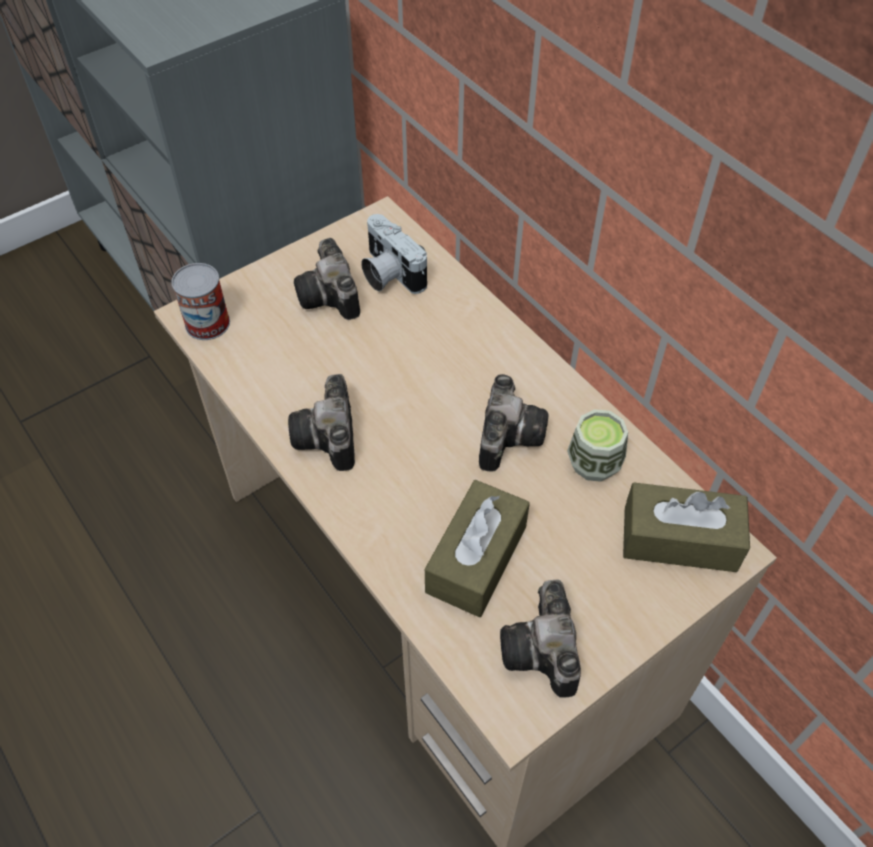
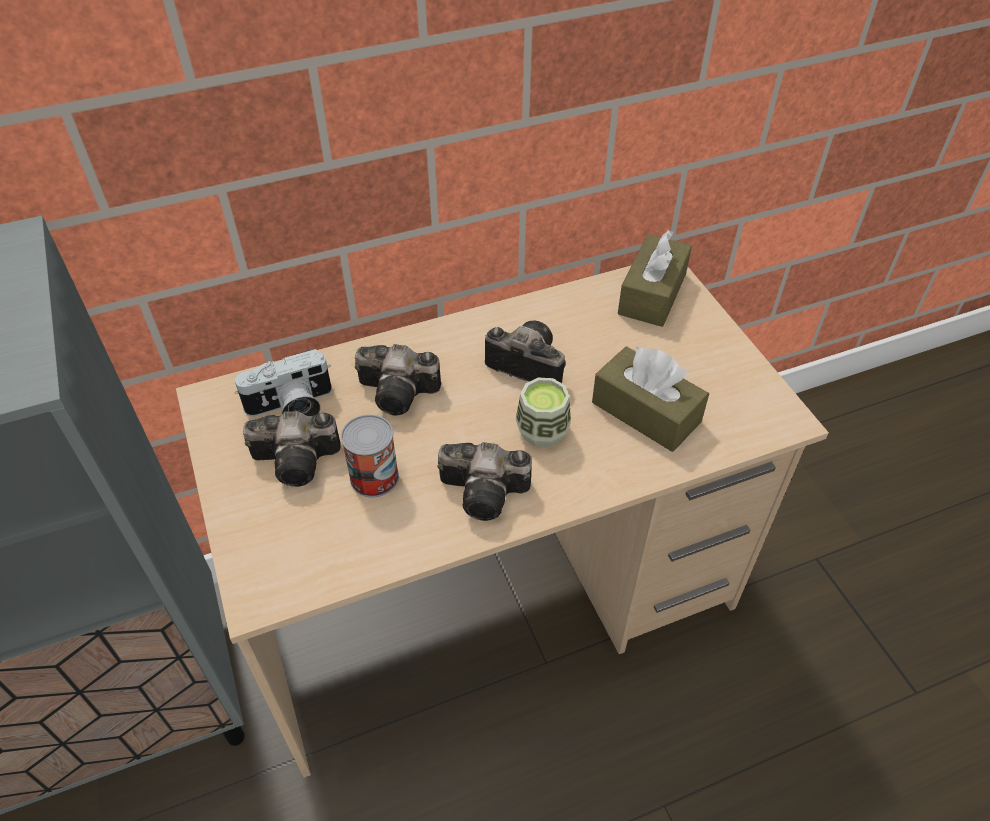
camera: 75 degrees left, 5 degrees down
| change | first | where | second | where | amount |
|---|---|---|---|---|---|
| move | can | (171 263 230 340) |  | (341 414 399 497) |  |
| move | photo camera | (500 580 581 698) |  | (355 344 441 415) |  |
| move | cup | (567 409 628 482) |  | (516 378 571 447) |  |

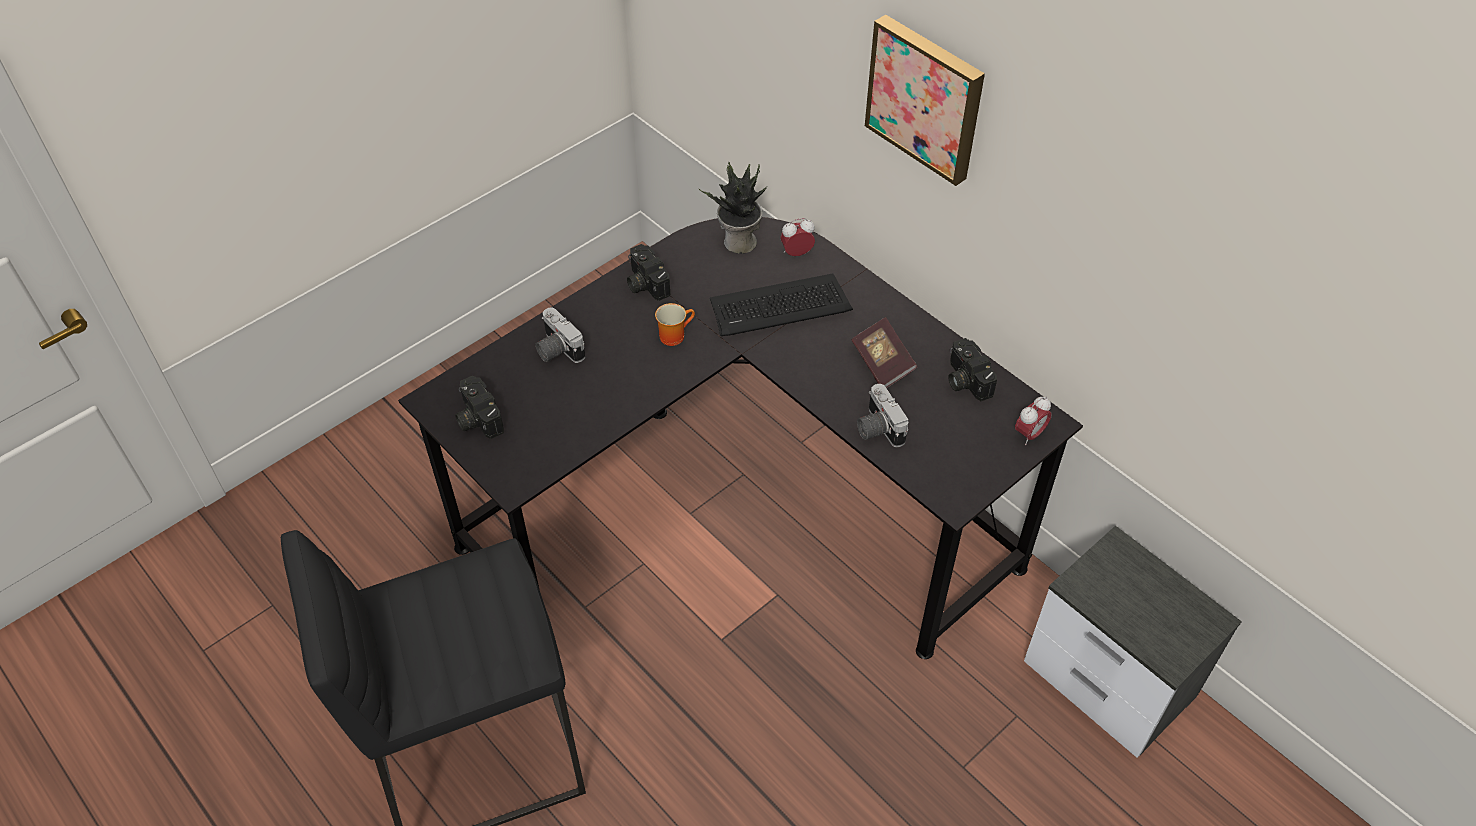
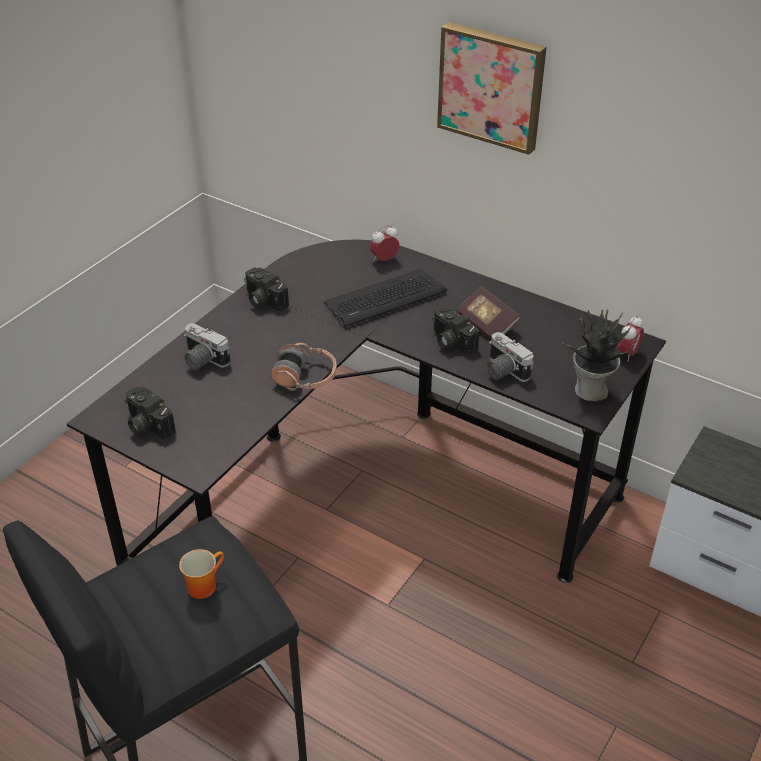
camera: 15 degrees left, 10 degrees down
| change | first | where | second | where | amount |
|---|---|---|---|---|---|
| insert |  |  | headphones | (271 343 337 391) |  |
| move | mug | (655 303 695 346) |  | (179 549 224 599) |  |
| move | potted plant | (699 162 768 254) |  | (561 309 631 402) |  |
| move | photo camera | (948 338 997 401) |  | (432 306 479 354) |  |

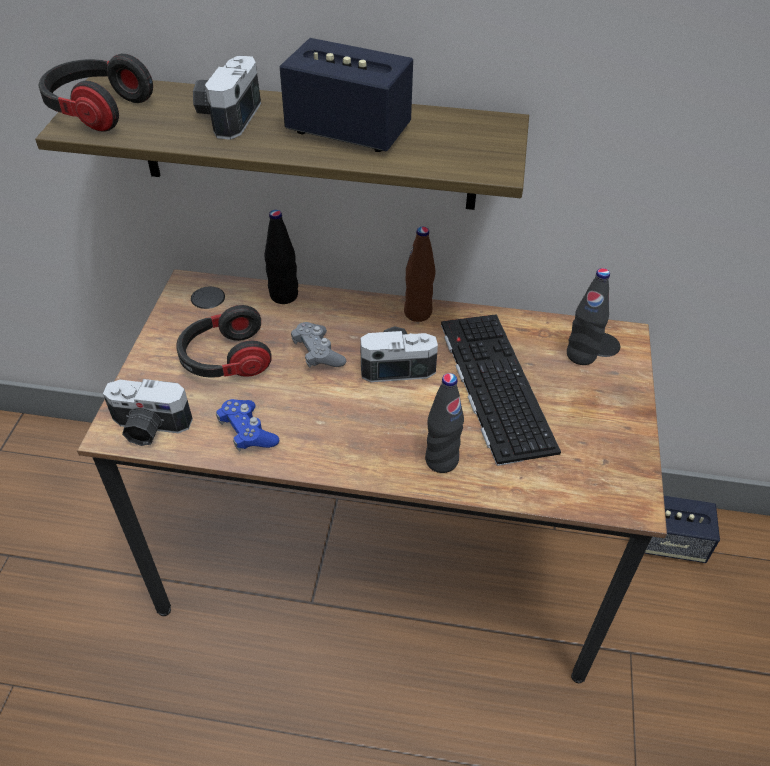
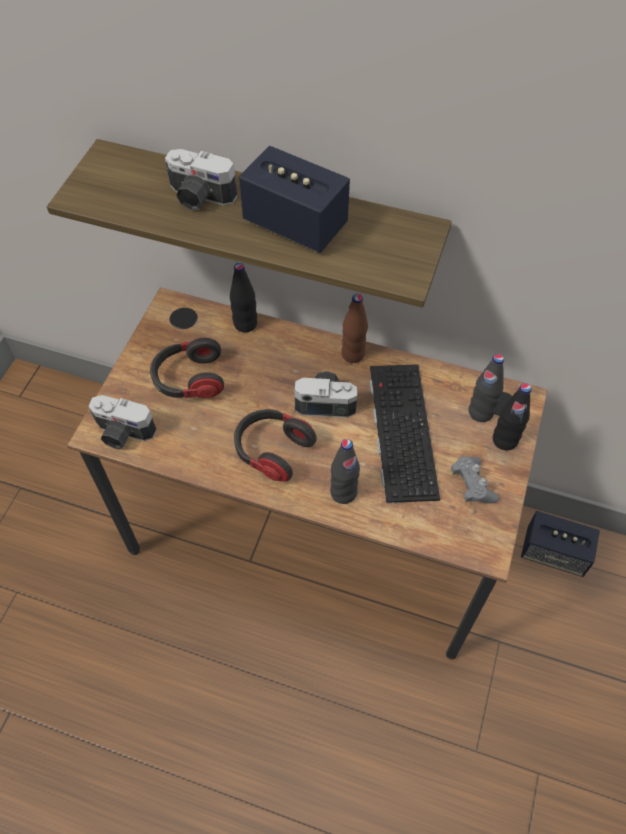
camera: 10 degrees right, 10 degrees up
| change | first | where | second | where | amount |
|---|---|---|---|---|---|
| delete | blue game controller | (216 399 279 451) |  |  |  |
| insert |  |  | black bottle | (493 383 531 450) |  |
| move | headphones | (39 54 153 132) |  | (234 409 317 482) |  |
| move | grey game controller | (291 322 346 368) |  | (451 456 499 504) |  |
| rotate | photo camera | (193 55 261 140) |  | (165 149 237 210) | 90 degrees counterclockwise |

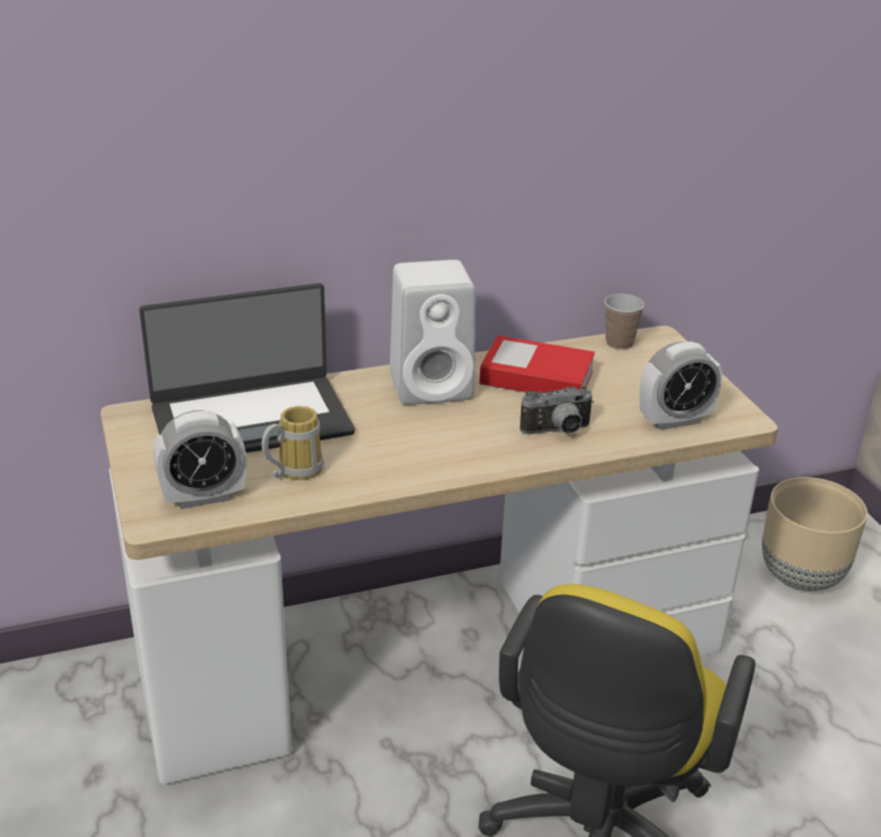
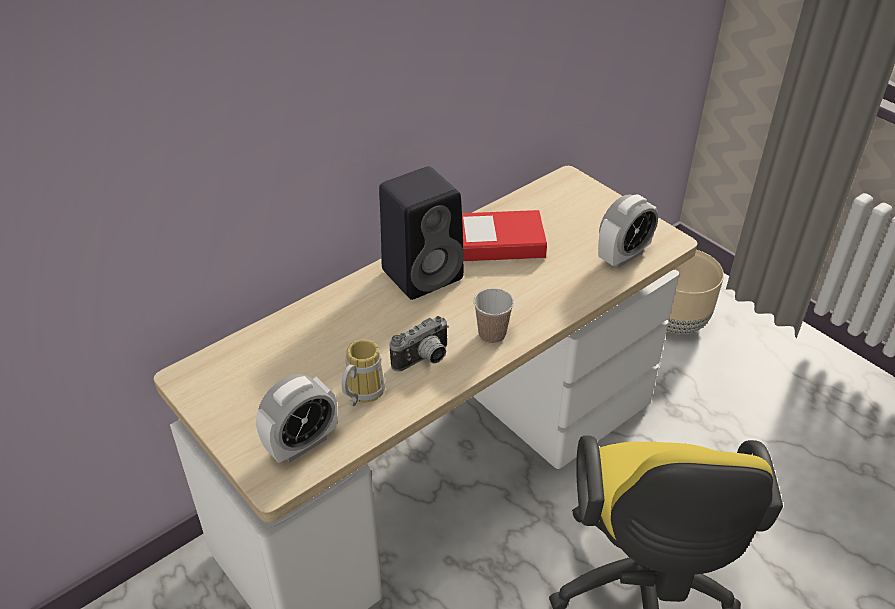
camera: 20 degrees left, 10 degrees up
| change | first | where | second | where | amount |
|---|---|---|---|---|---|
| delete | laptop | (139 283 355 453) |  |  |  |
| move | photo camera | (520 386 594 434) |  | (390 316 449 372) |  |
| move | cup | (604 294 645 350) |  | (474 288 514 344) |  |
| recolor | white speaker | (390 260 475 405) | black speaker | (379 166 464 300) |  |

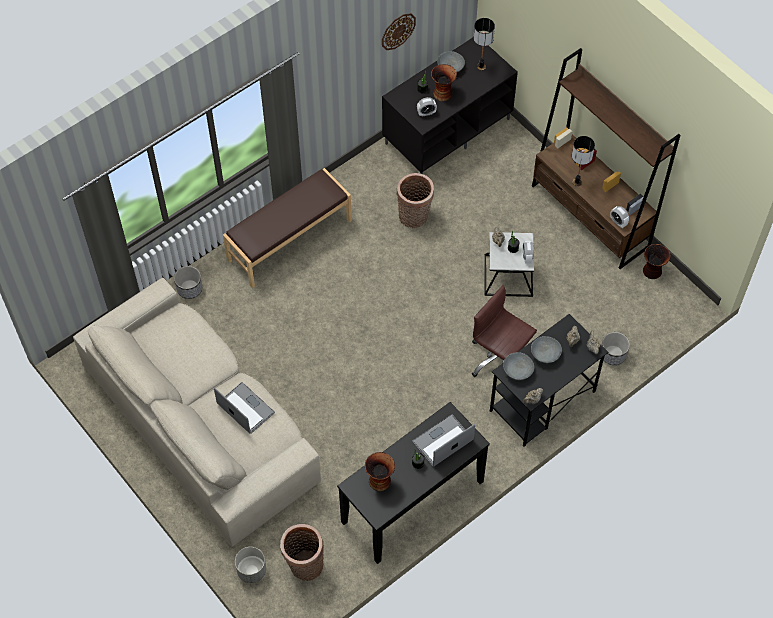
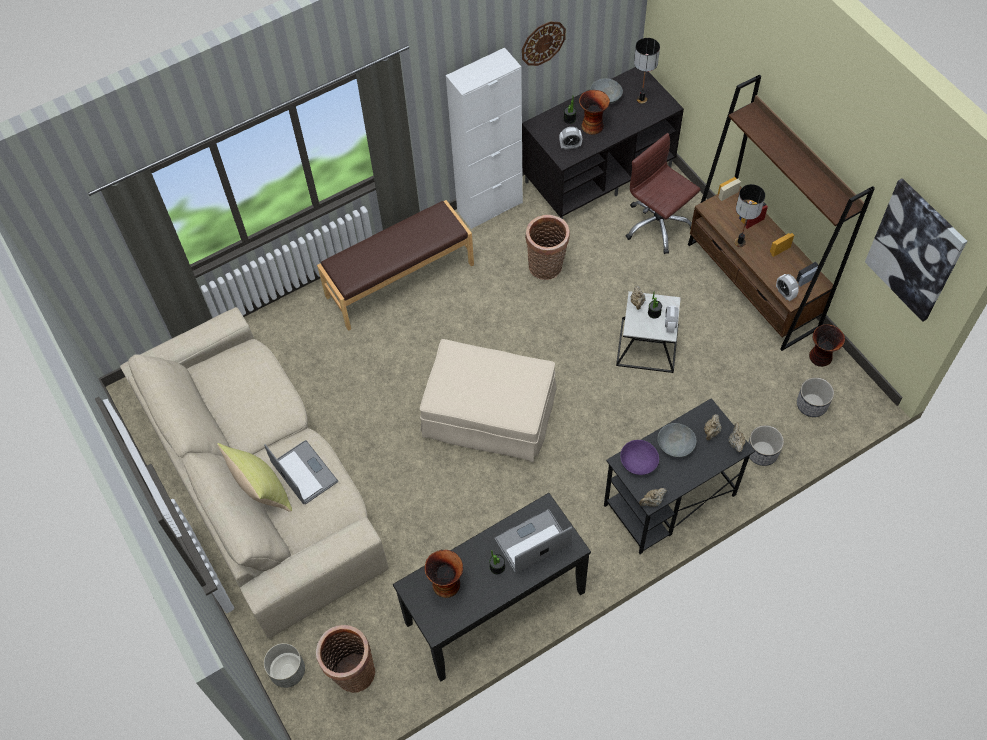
camera: 10 degrees right, 0 degrees up
| change | first | where | second | where | amount |
|---|---|---|---|---|---|
| insert |  |  | yellow pillow | (217 443 292 512) |  |
| insert |  |  | beige ottoman | (420 339 556 463) |  |
| insert |  |  | white cabinet | (446 47 523 229) |  |
| insert |  |  | picture | (865 178 967 322) |  |
| move | planter | (174 266 202 299) |  | (797 377 834 417) |  |
| move | brown office chair | (472 285 537 377) |  | (626 133 700 254) |  |
| recolor | grey bowl | (503 352 534 380) | purple bowl | (620 440 659 475) |  |

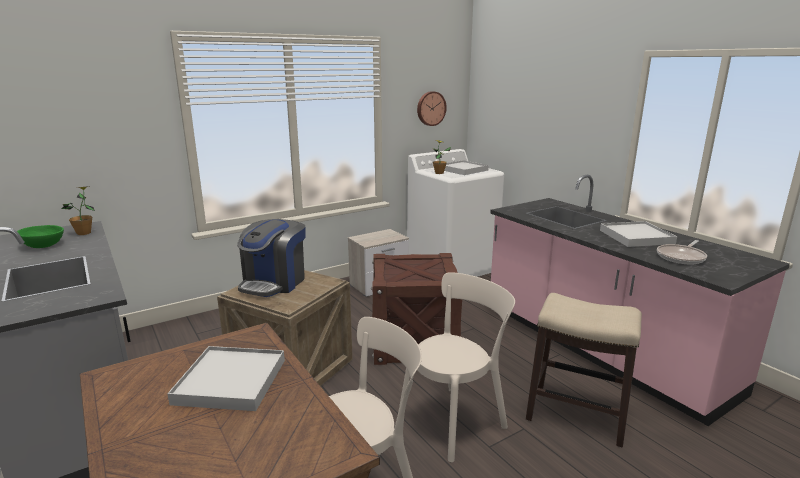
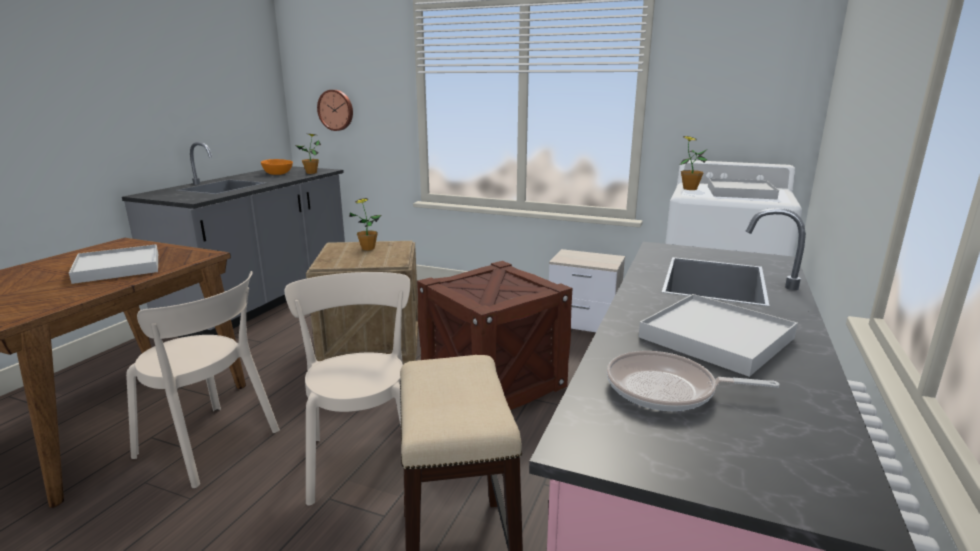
camera: 55 degrees right, 0 degrees up
| change | first | where | second | where | amount |
|---|---|---|---|---|---|
| move | wall clock | (417 91 447 126) |  | (317 90 353 131) |  |
| replace | coffee machine | (237 219 306 297) | potted plant | (350 198 381 251) |  |
| recolor | green bowl | (17 225 64 248) | orange bowl | (261 159 293 175) |  |
| rotate | beige chair | (398 272 515 462) |  | (285 272 411 506) | 120 degrees counterclockwise |

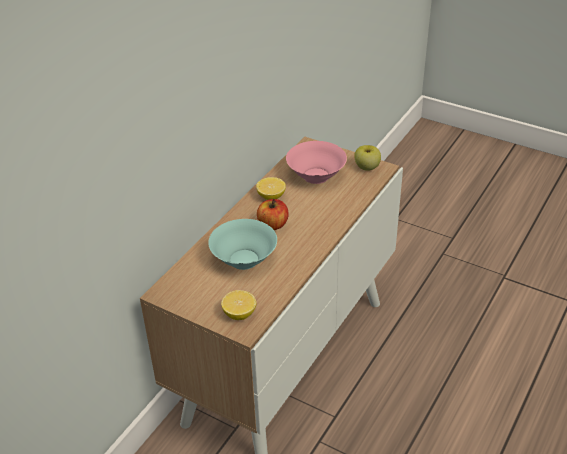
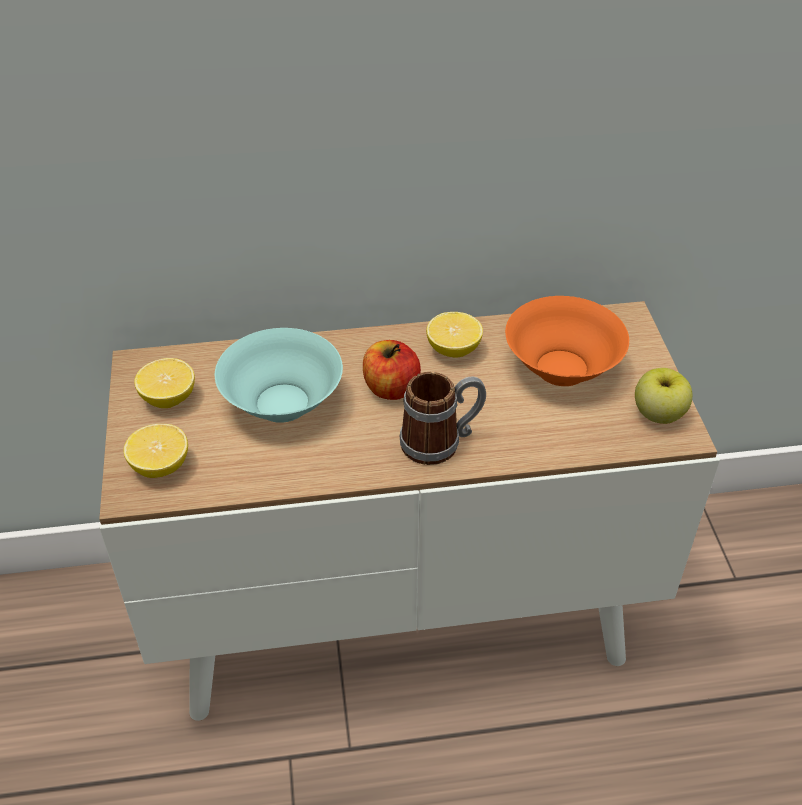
camera: 50 degrees right, 5 degrees up
| change | first | where | second | where | amount |
|---|---|---|---|---|---|
| insert |  |  | lemon | (134 358 195 408) |  |
| insert |  |  | mug | (400 372 486 465) |  |
| recolor | pink bowl | (286 141 347 184) | orange bowl | (505 296 629 386) |  |

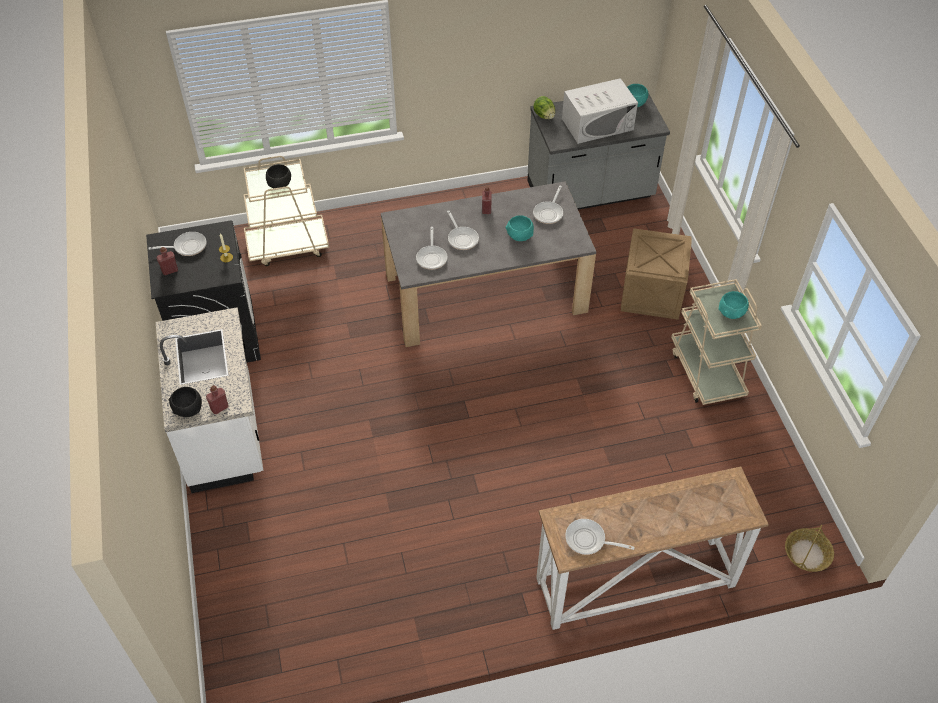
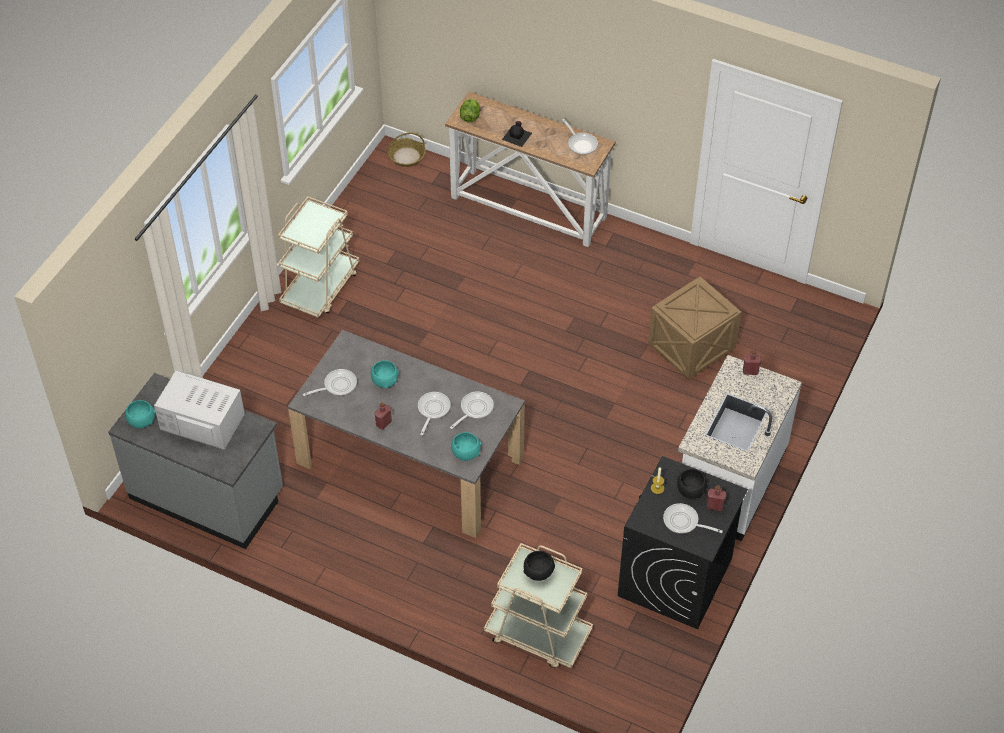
camera: 140 degrees left, 0 degrees up
| change | first | where | second | where | amount |
|---|---|---|---|---|---|
| insert |  |  | black bottle | (502 121 532 147) |  |
| move | black bowl | (169 387 202 417) |  | (677 469 707 499) |  |
| move | lettuce | (533 96 555 119) |  | (460 98 480 123) |  |
| move | crate | (621 228 692 320) |  | (648 277 741 379) |  |
| move | turquoise bowl | (719 291 749 319) |  | (451 432 482 461) |  |

